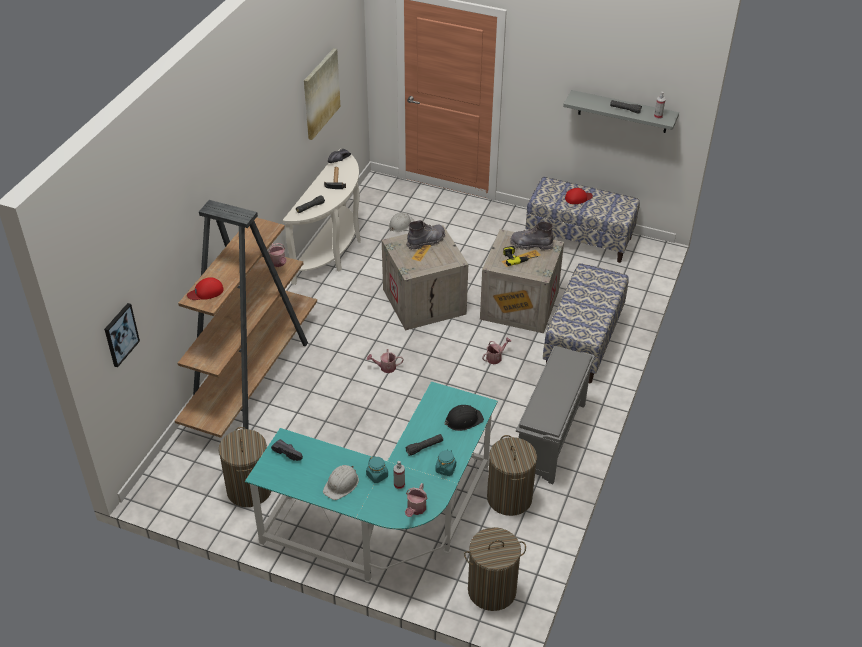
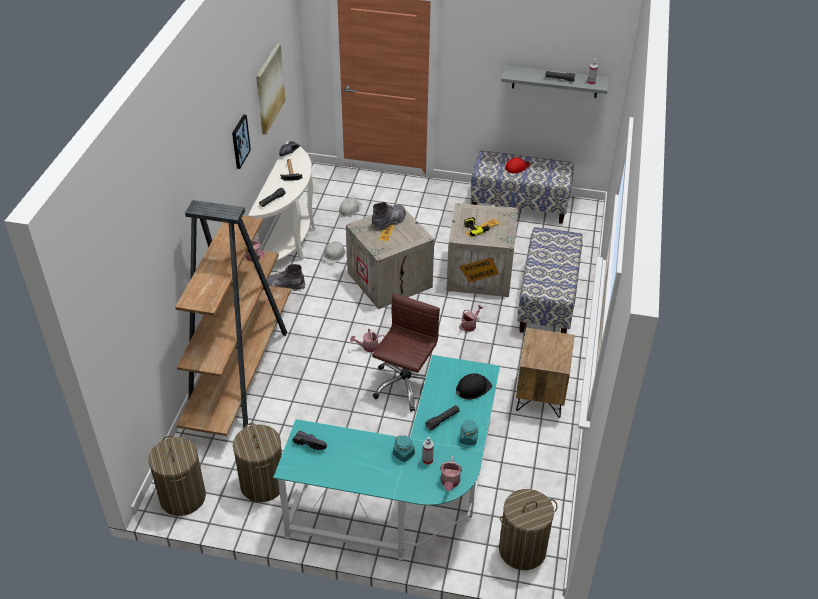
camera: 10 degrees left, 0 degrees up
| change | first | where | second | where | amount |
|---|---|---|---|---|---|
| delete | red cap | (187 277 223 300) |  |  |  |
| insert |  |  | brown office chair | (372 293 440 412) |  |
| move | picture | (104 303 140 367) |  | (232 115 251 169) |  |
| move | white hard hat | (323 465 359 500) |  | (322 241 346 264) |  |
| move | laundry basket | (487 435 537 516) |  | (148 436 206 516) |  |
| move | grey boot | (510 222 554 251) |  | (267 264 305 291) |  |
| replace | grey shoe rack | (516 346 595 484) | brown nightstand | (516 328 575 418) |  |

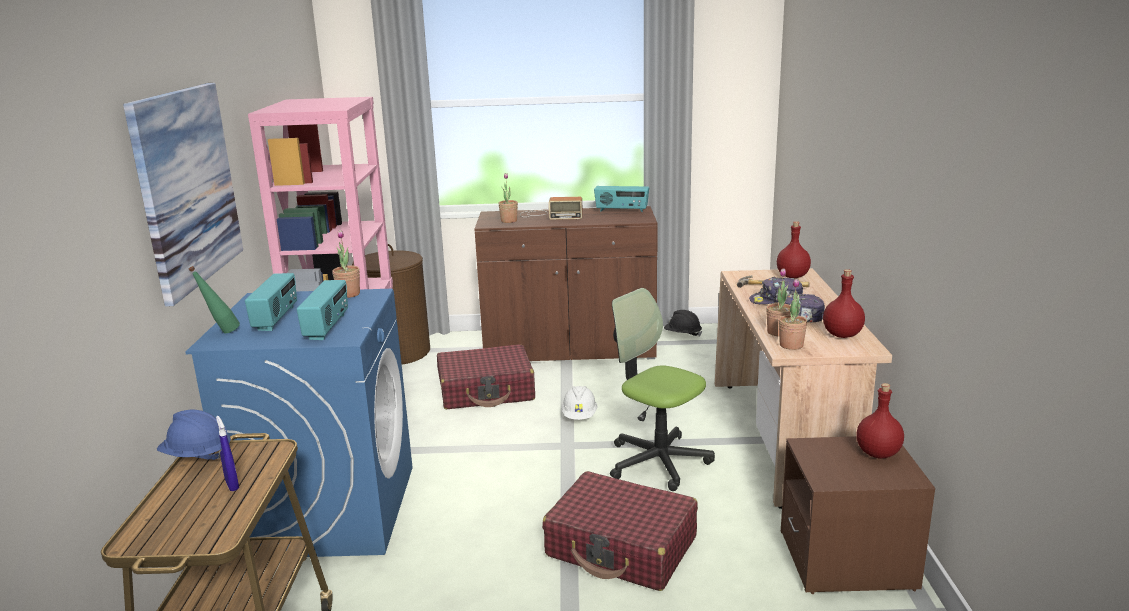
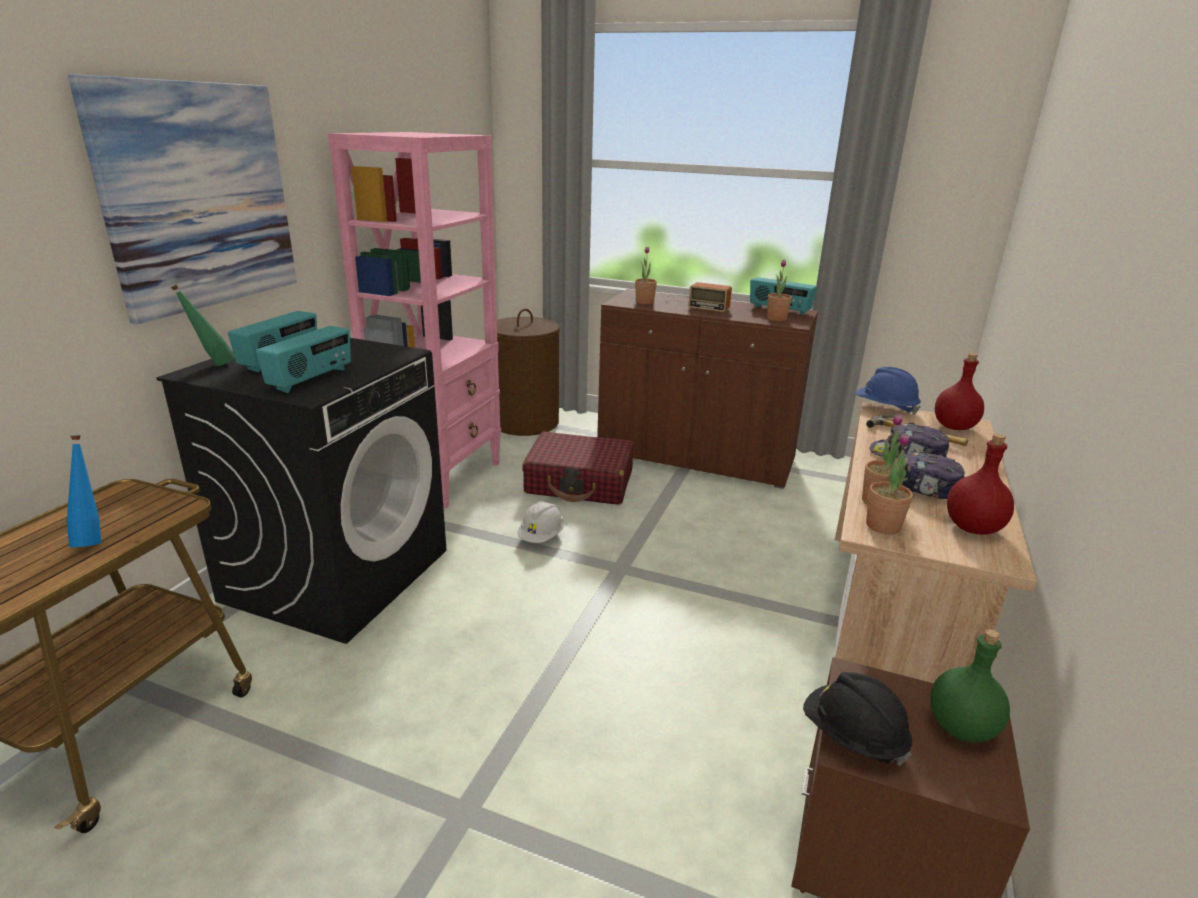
camera: 20 degrees right, 5 degrees up
| change | first | where | second | where | amount |
|---|---|---|---|---|---|
| delete | red suitcase | (542 471 698 591) |  |  |  |
| delete | office chair | (610 288 715 491) |  |  |  |
| move | blue hard hat | (157 410 231 460) |  | (855 367 921 415) |  |
| move | potted plant | (332 230 360 298) |  | (767 260 792 321) |  |
| move | white hard hat | (562 386 597 420) |  | (517 501 564 543) |  |
| move | black hard hat | (664 310 702 337) |  | (803 672 912 766) |  |
| replace | blue spray bottle | (216 416 239 491) | blue bottle | (67 435 101 547) |  |
| recolor | blue washing machine | (185 289 413 557) | black washing machine | (156 338 447 644) |  |
| recolor | red bottle | (857 383 904 459) | green bottle | (930 629 1010 742) |  |

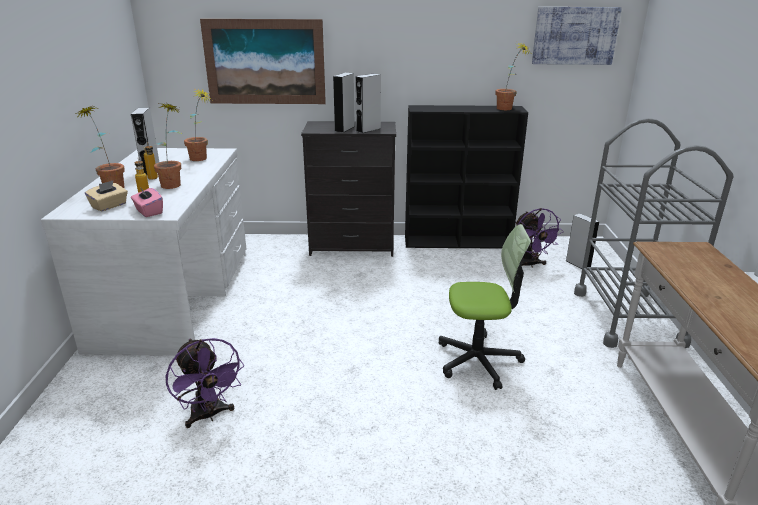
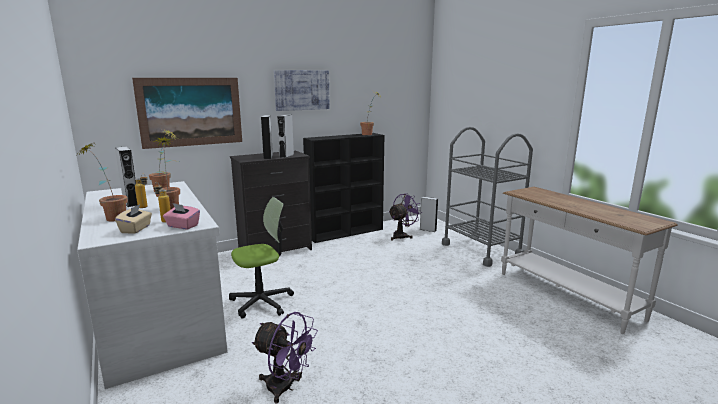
camera: 30 degrees left, 10 degrees down
| change | first | where | second | where | amount |
|---|---|---|---|---|---|
| move | office chair | (439 224 531 390) |  | (229 197 294 319) |  |
| move | picture | (532 7 622 65) |  | (274 70 330 111) |  |
| rotate | purple fan | (515 208 564 268) |  | (389 193 421 240) | 90 degrees counterclockwise |

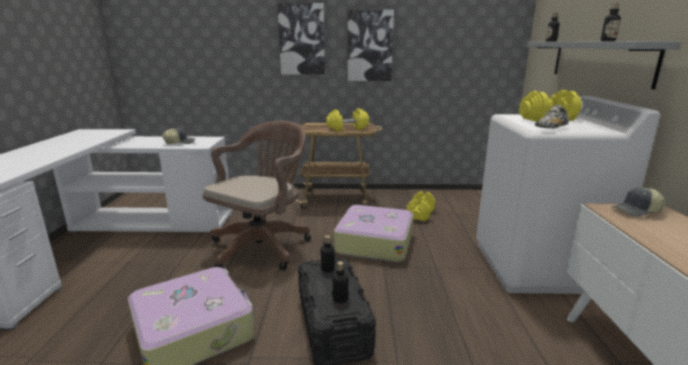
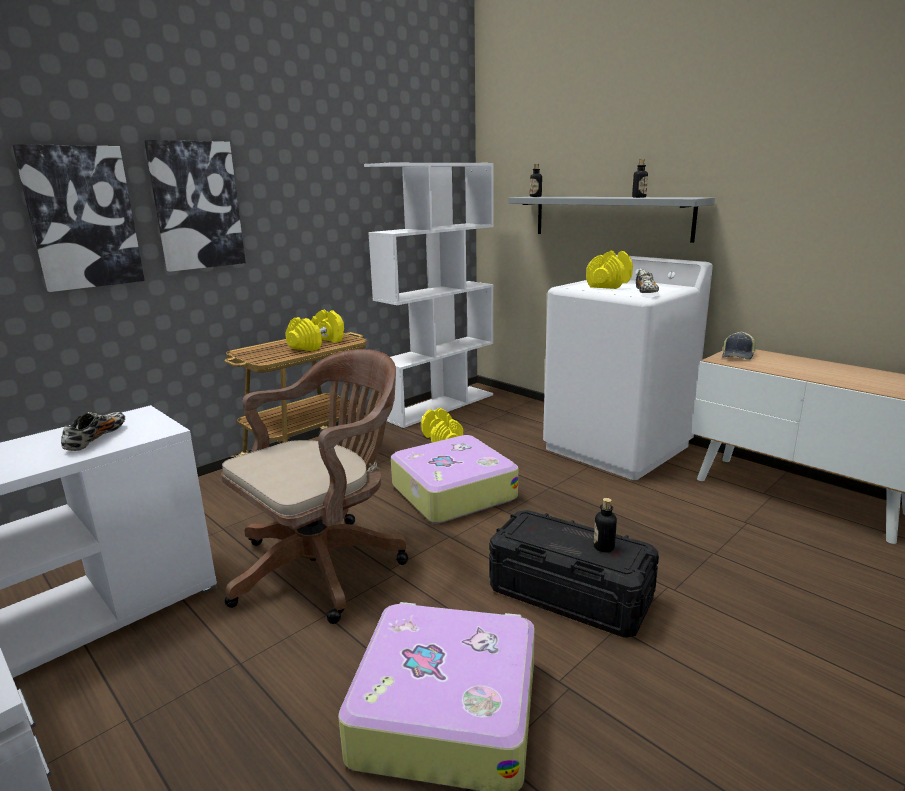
camera: 45 degrees left, 0 degrees up
| change | first | where | second | where | amount |
|---|---|---|---|---|---|
| delete | bottle | (320 235 335 272) |  |  |  |
| insert |  |  | white bookcase | (364 163 494 428) |  |
| move | picture | (348 10 394 81) |  | (12 144 145 292) |  |
| replace | cap | (162 128 195 144) | shoe | (61 412 125 451) |  |
| rotate | brown office chair | (202 121 311 270) |  | (221 349 408 624) | 60 degrees clockwise |

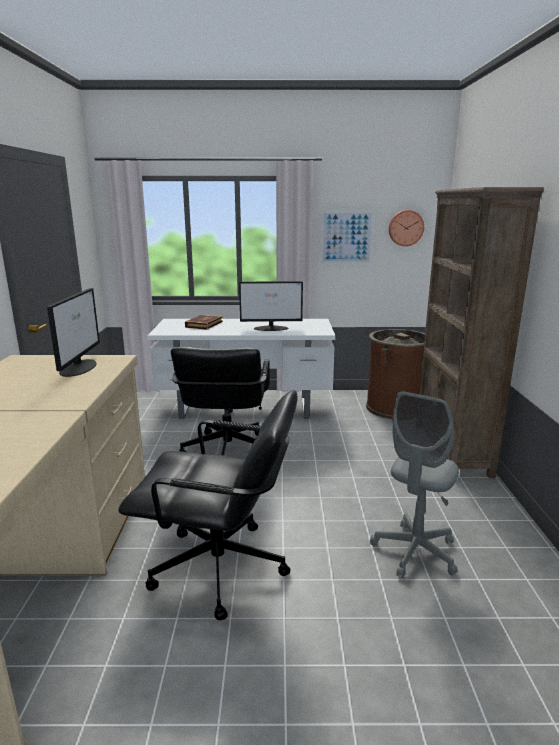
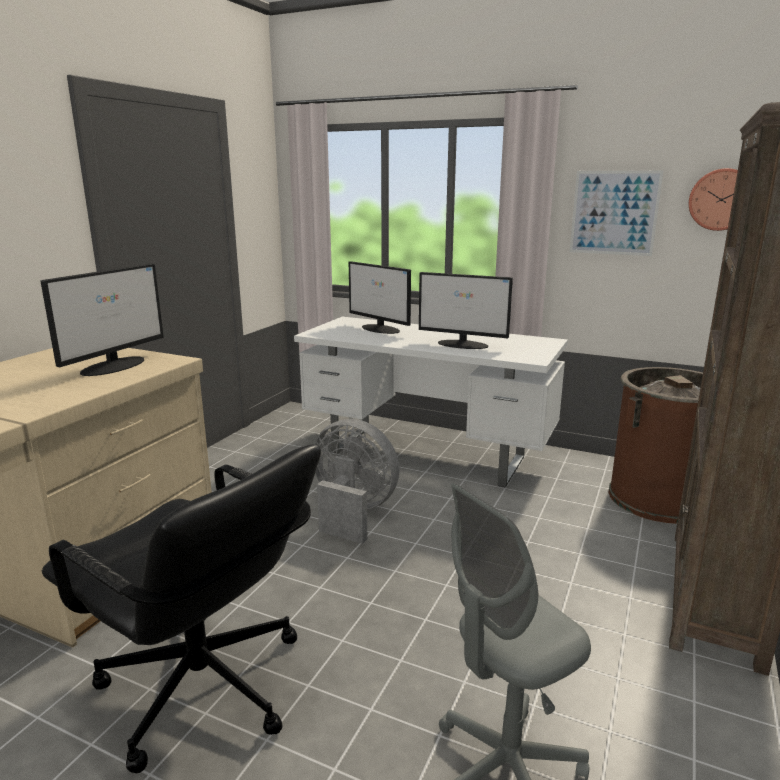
camera: 25 degrees right, 0 degrees up
| change | first | where | second | where | amount |
|---|---|---|---|---|---|
| replace | black office chair | (171 347 270 455) | grey fan | (315 419 400 544) |  |
| replace | book | (185 315 223 330) | monitor | (349 261 411 334) |  |

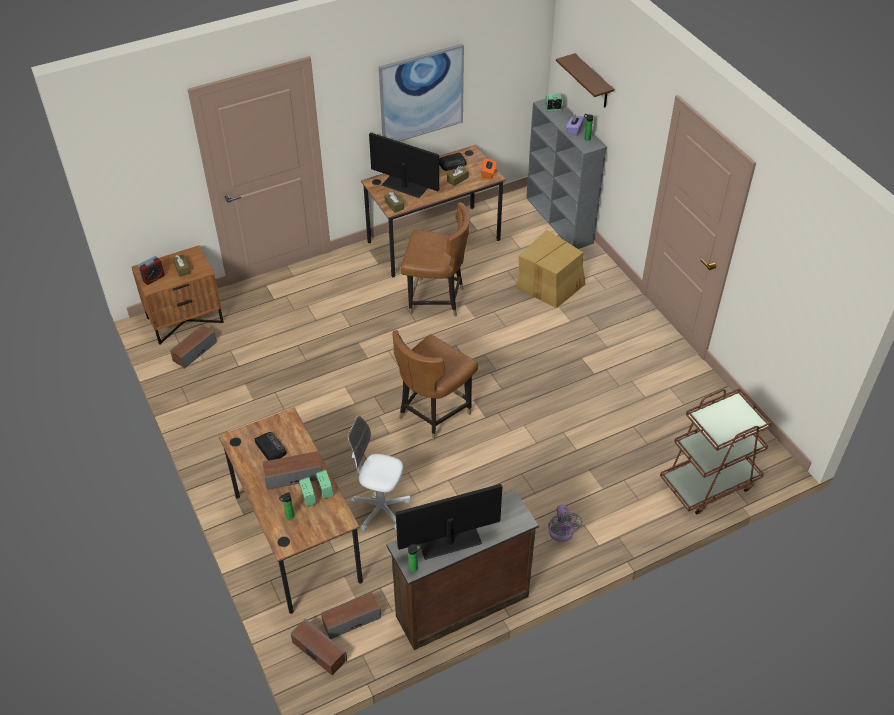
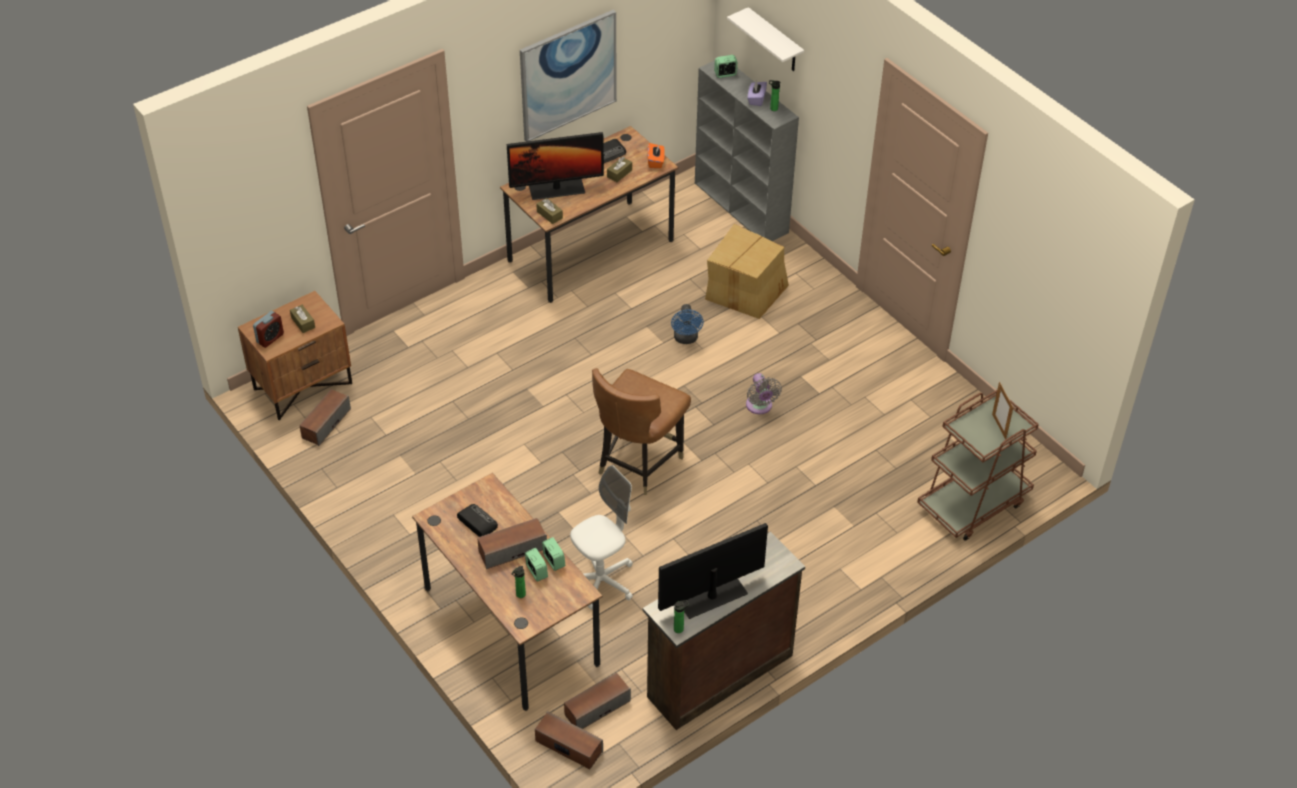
camera: 10 degrees left, 0 degrees up
| change | first | where | second | where | amount |
|---|---|---|---|---|---|
| delete | brown chair | (401 202 470 317) |  |  |  |
| insert |  |  | blue fan | (671 304 704 344) |  |
| insert |  |  | picture frame | (992 382 1013 440) |  |
| move | grey fan | (548 504 582 542) |  | (746 373 782 414) |  |
| recolor | brown shelf | (556 53 614 107) | white shelf | (727 7 804 71) |  |
| rotate | white office chair | (348 416 411 532) |  | (570 465 633 610) | 135 degrees clockwise |
| rotate | monitor | (369 133 439 198) |  | (507 132 604 200) | 150 degrees clockwise |

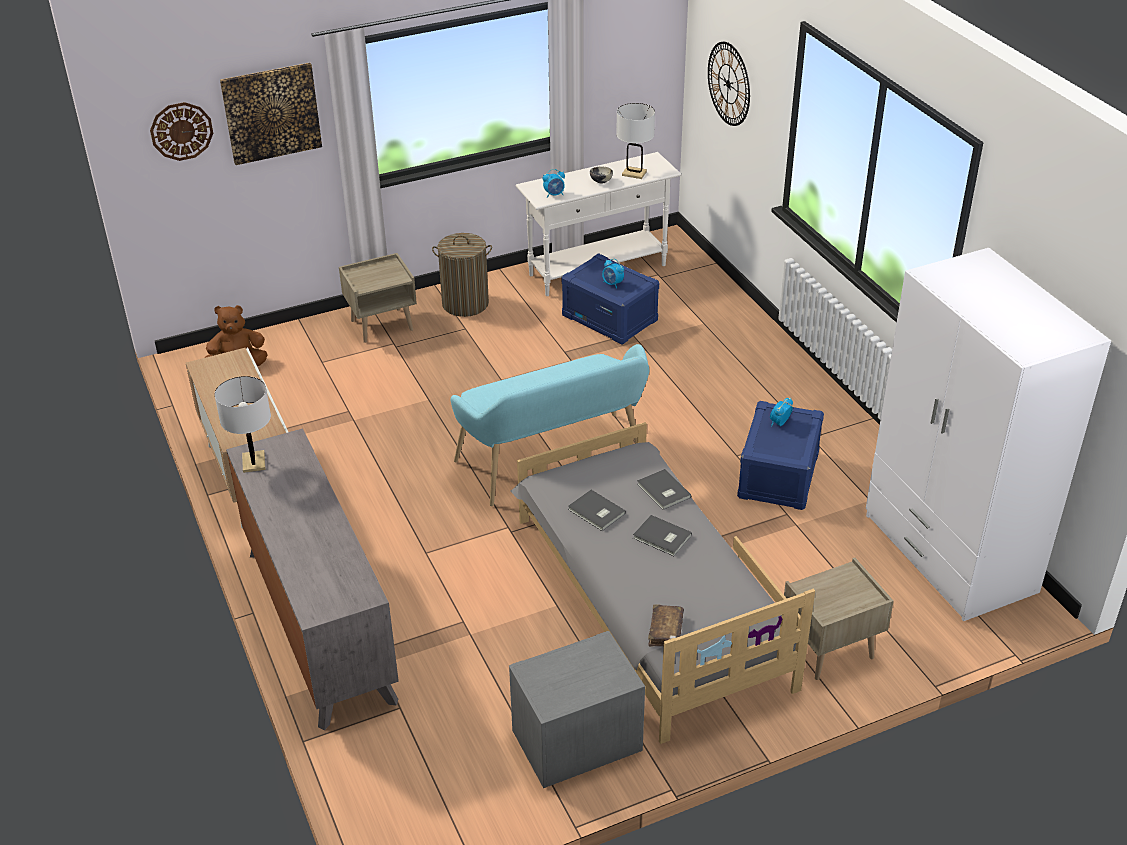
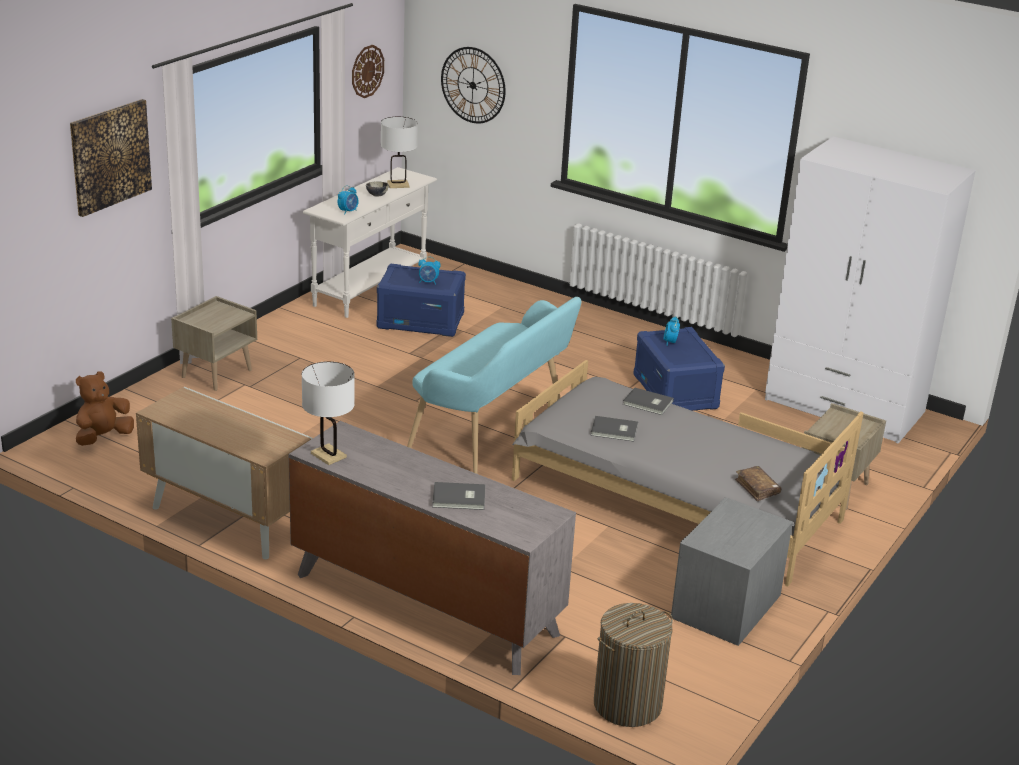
camera: 35 degrees left, 10 degrees down
| change | first | where | second | where | amount |
|---|---|---|---|---|---|
| move | wall clock | (150 102 213 161) |  | (352 45 384 98) |  |
| move | laundry basket | (432 233 492 317) |  | (594 603 673 727) |  |
| move | grey book | (633 515 692 556) |  | (432 482 486 510) |  |

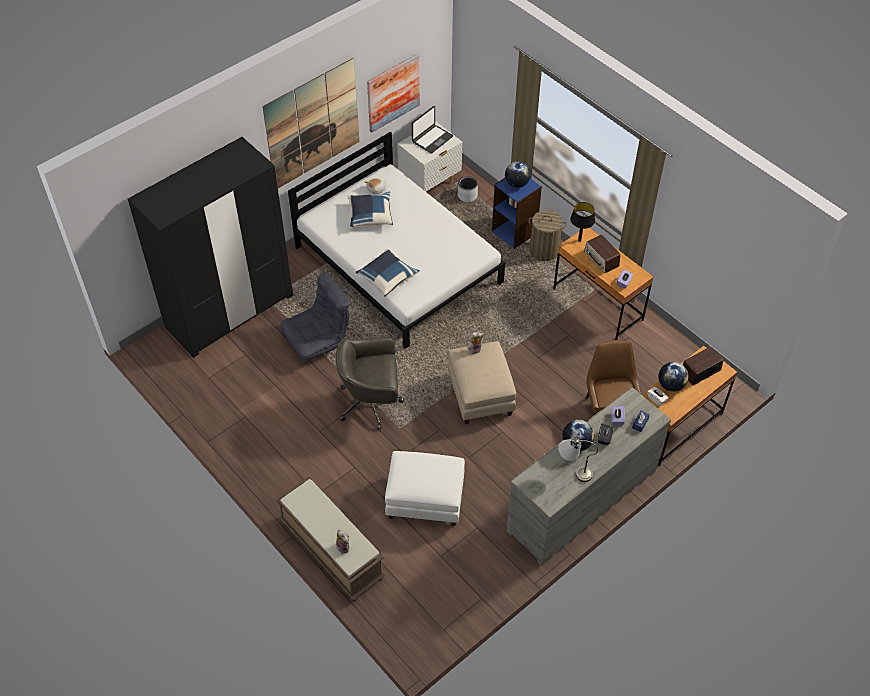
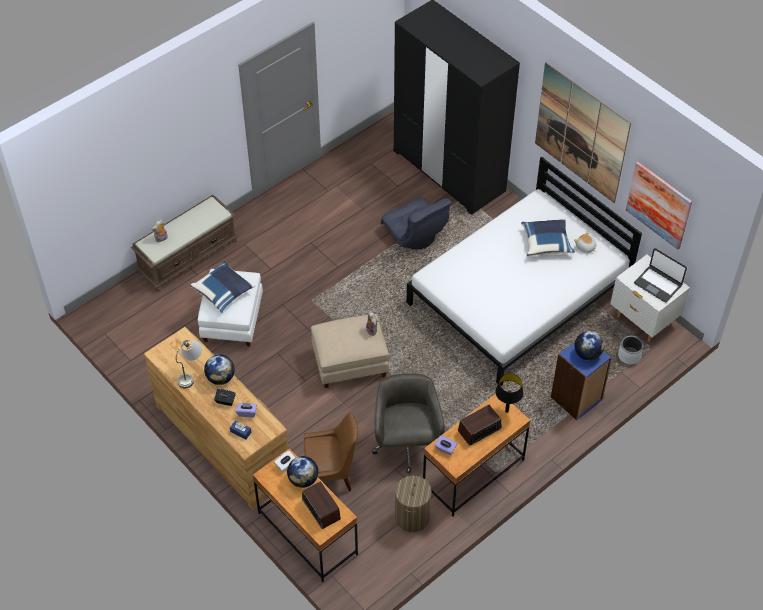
camera: 90 degrees right, 0 degrees up
| change | first | where | second | where | amount |
|---|---|---|---|---|---|
| move | grey office chair | (336 337 404 430) |  | (372 373 445 474) |  |
| move | blue pillow | (356 248 420 297) |  | (190 261 255 313) |  |
| move | laundry basket | (529 210 566 261) |  | (395 473 432 532) |  |
| recolor | grey dresser | (506 387 671 566) | brown dresser | (144 327 288 509) |  |

